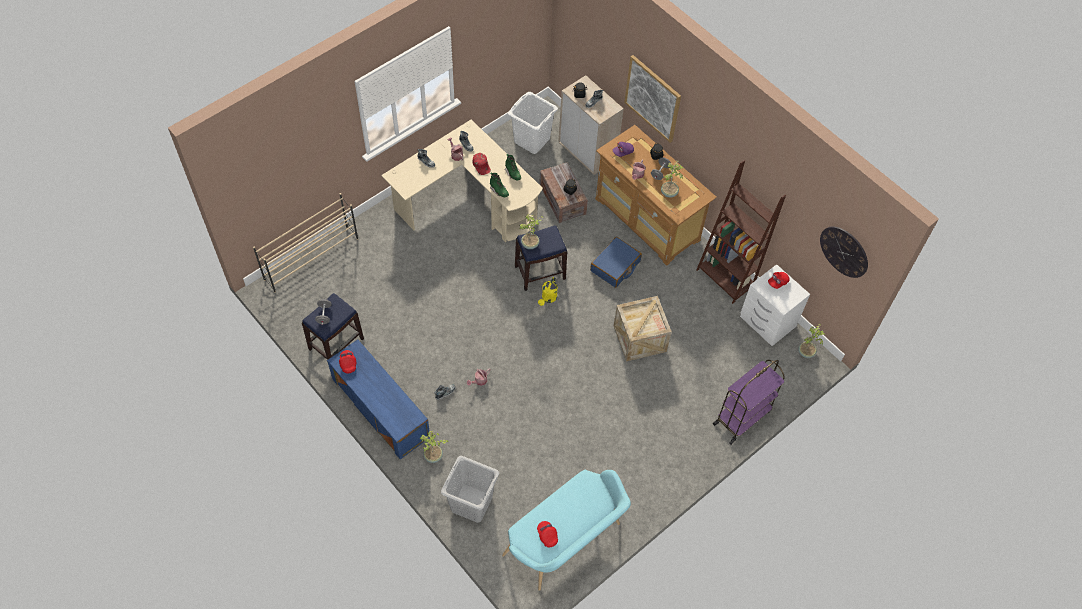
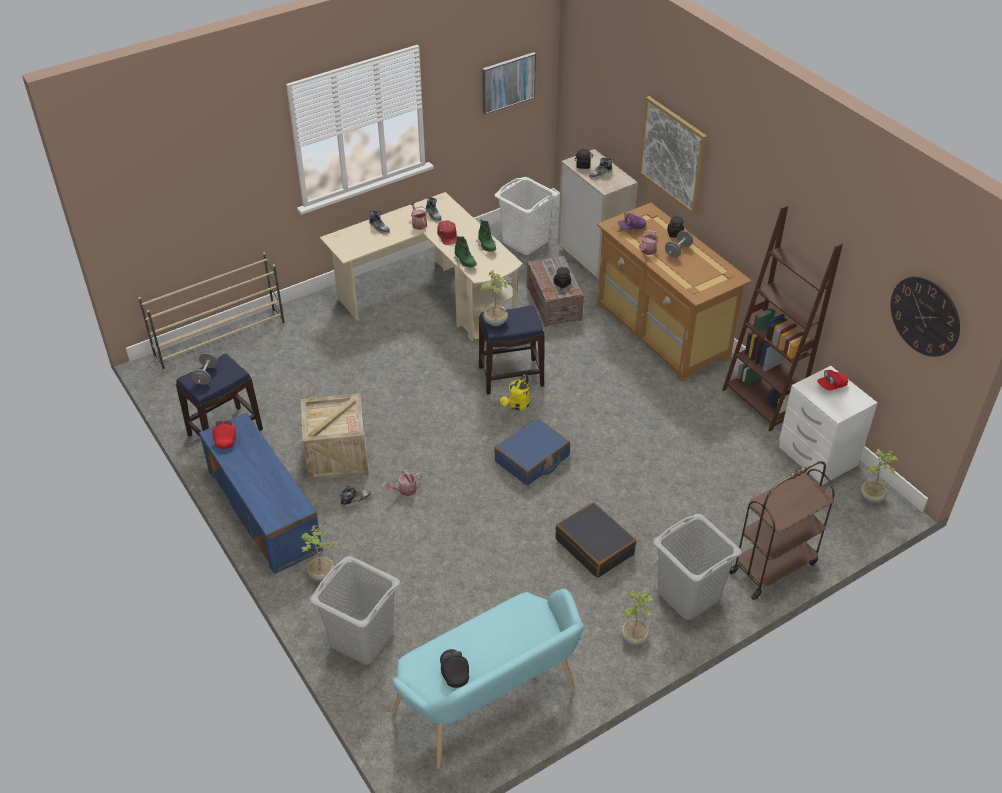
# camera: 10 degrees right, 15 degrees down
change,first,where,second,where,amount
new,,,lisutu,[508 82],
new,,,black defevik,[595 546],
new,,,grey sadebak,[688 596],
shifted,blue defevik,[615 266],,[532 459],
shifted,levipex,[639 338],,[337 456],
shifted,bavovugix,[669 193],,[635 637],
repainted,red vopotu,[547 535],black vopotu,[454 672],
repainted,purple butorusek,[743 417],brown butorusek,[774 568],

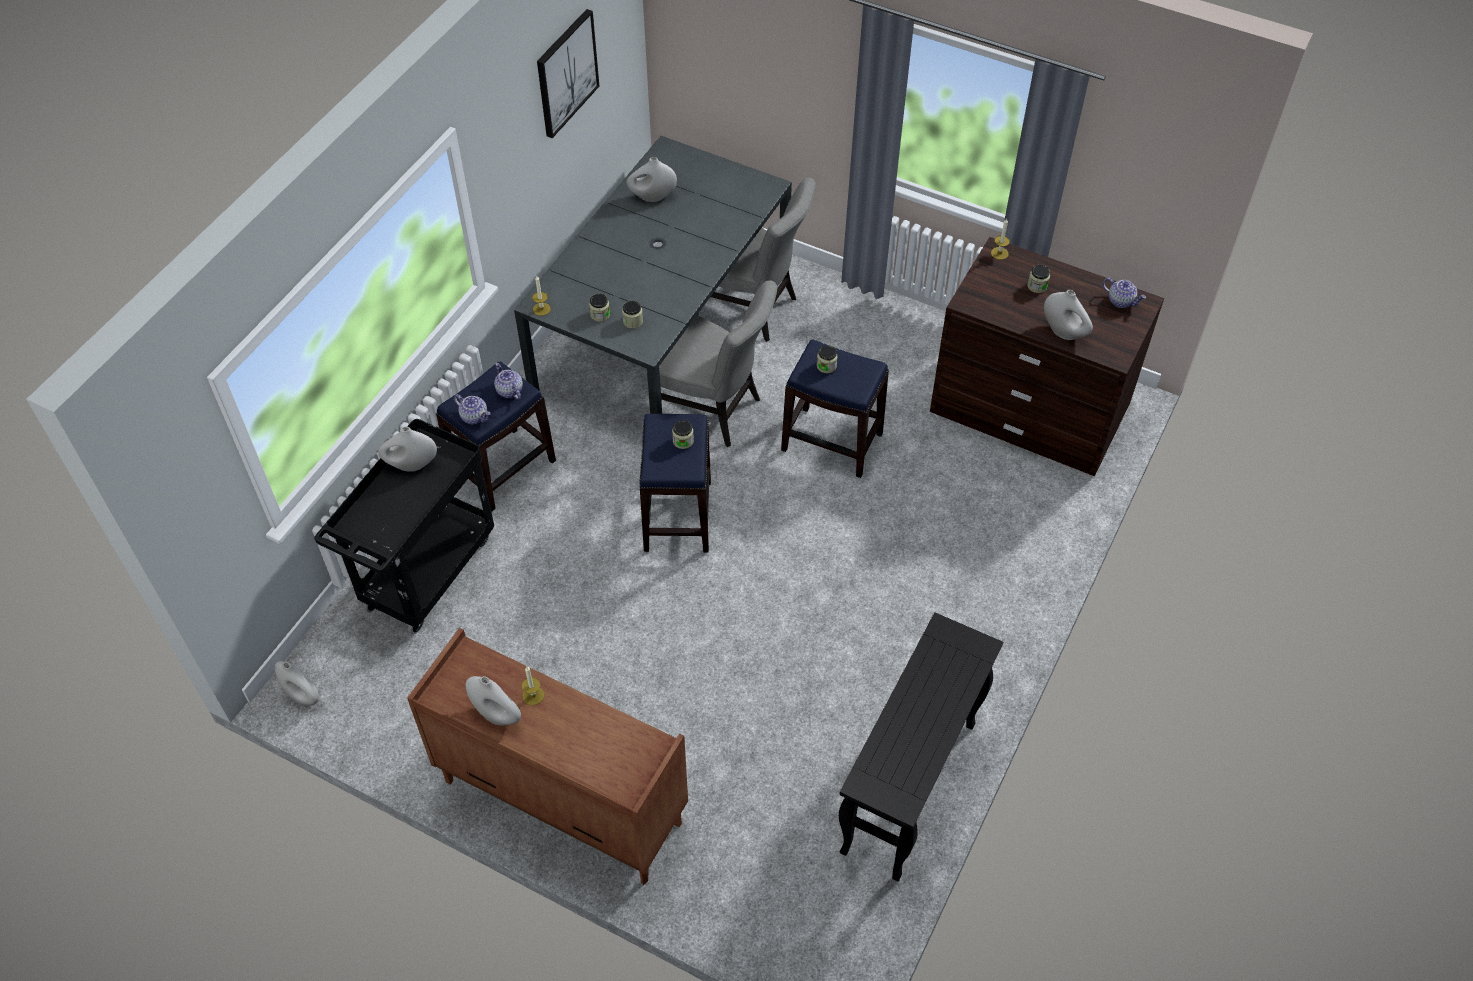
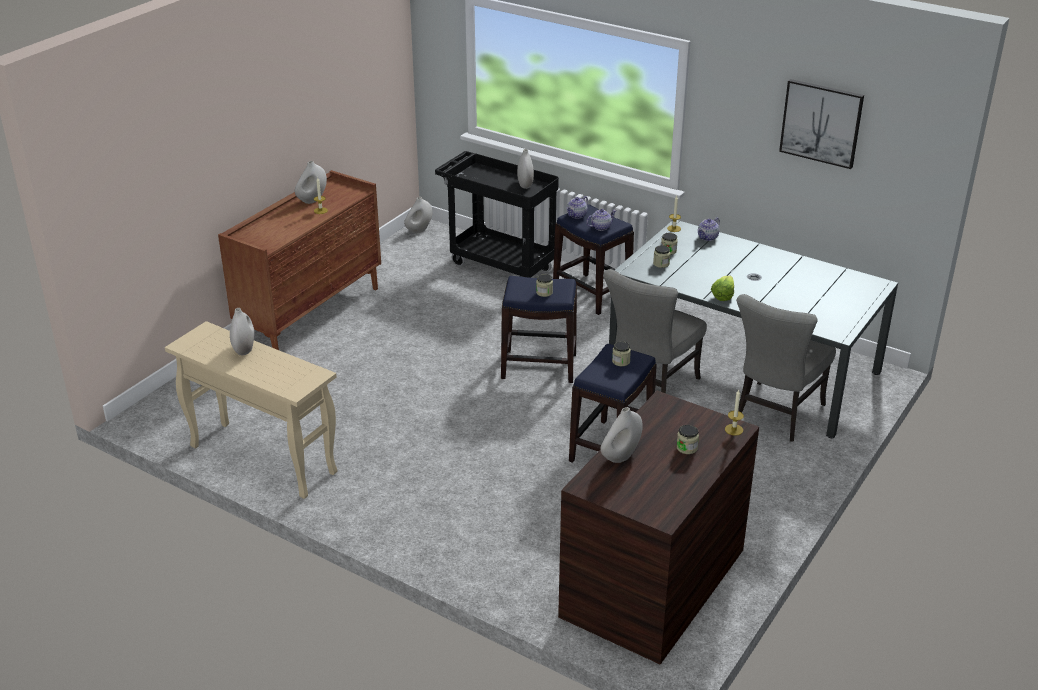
# camera: 95 degrees right, 20 degrees down
change,first,where,second,where,amount
new,,,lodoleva,[723 295],
shifted,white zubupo,[652 197],,[244 349],
shifted,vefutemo,[1121 301],,[708 237],
repainted,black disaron,[908 789],beige disaron,[261 459],

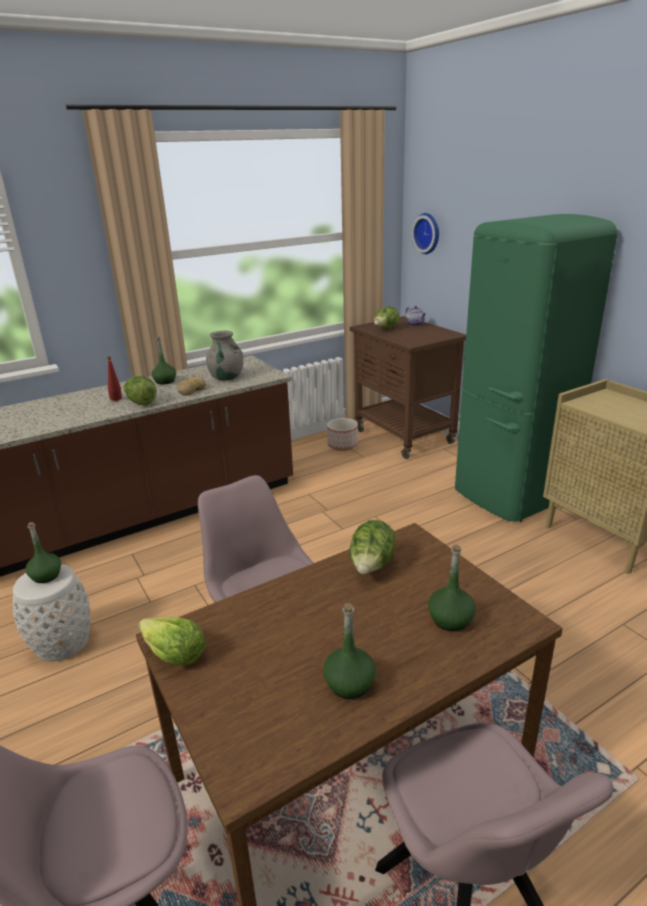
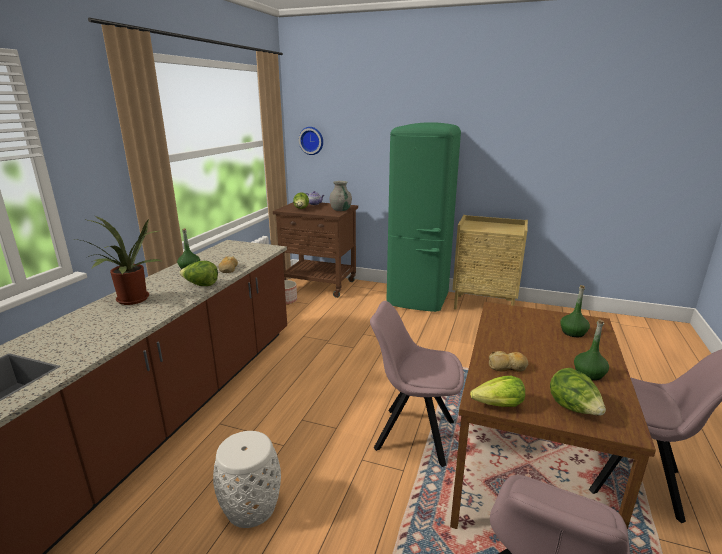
# camera: 40 degrees left, 5 degrees down
change,first,where,second,where,amount
gone,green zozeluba,[46 575],,,
gone,red zozeluba,[117 401],,,
new,,,bavovugix,[131 301],
new,,,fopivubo,[508 367],
shifted,grey zubupo,[226 378],,[341 210],
shifted,lodoleva,[371 567],,[573 409],

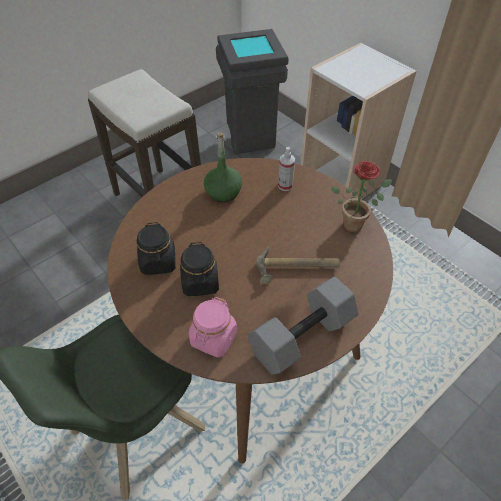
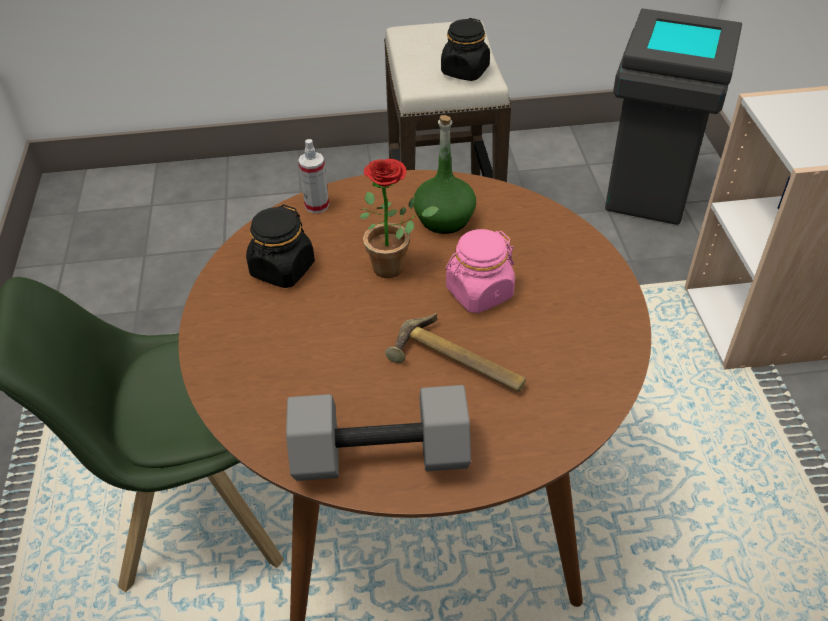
# camera: 35 degrees right, 5 degrees down
change,first,where,second,where,amount
shifted,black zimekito,[200 282],,[465 71],
shifted,pink zimekito,[213 338],,[479 293],
shifted,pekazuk,[285 185],,[317 205],
shifted,bavovugix,[355 223],,[395 267],

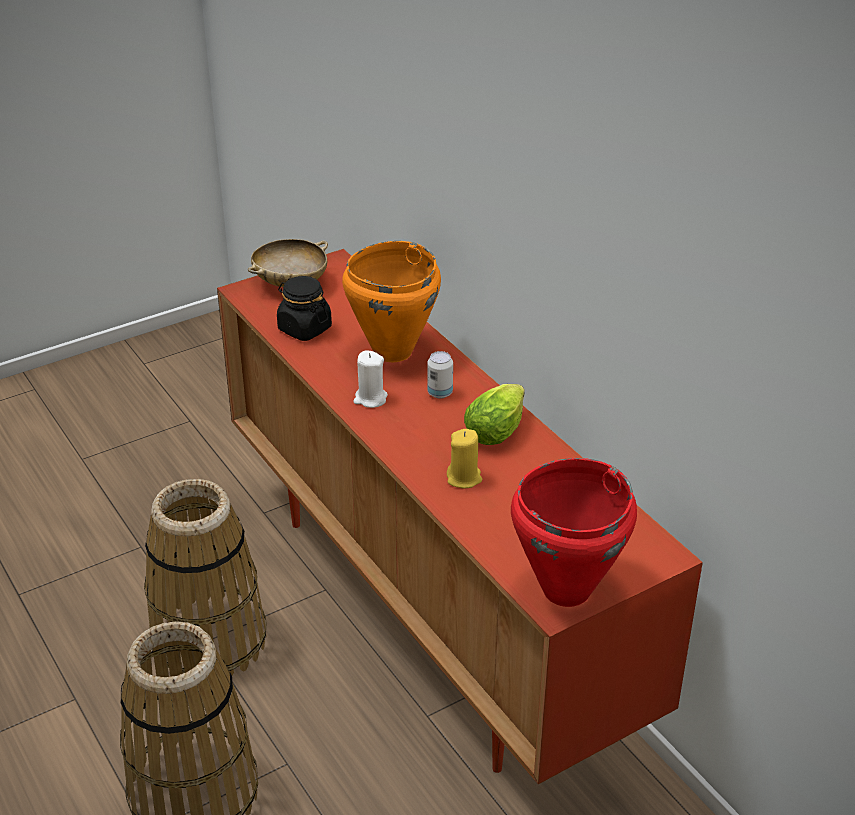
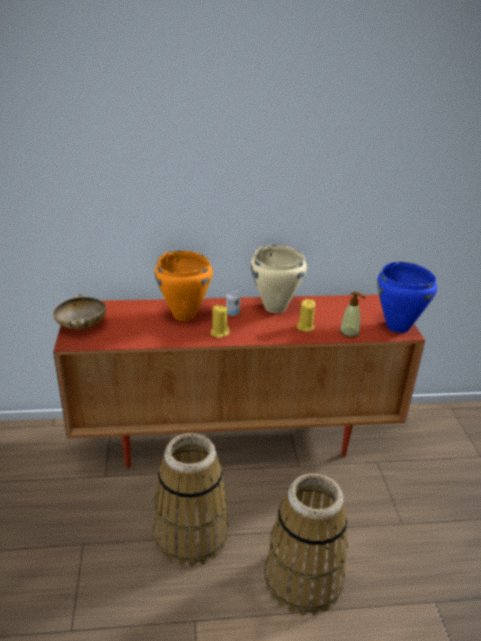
# camera: 65 degrees left, 5 degrees down
change,first,where,second,where,amount
gone,black zimekito,[304 328],,,
new,,,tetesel,[349 333],
swapped,lodoleva,[498 429],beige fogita,[275 308],
repainted,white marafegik,[370 399],yellow marafegik,[219 333],
repainted,red fogita,[565 589],blue fogita,[397 327],

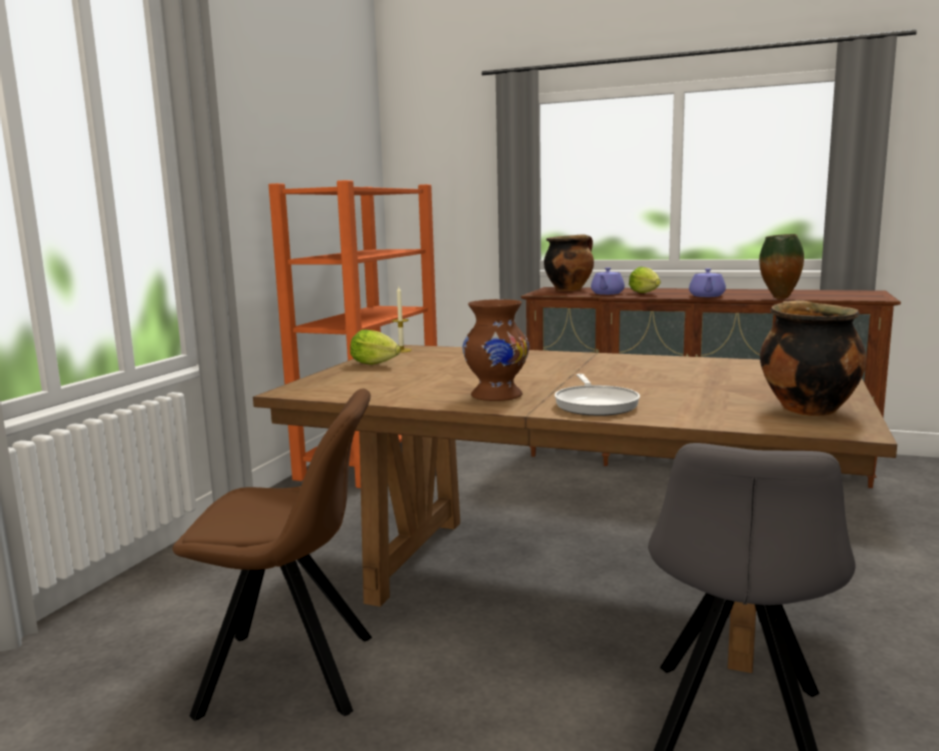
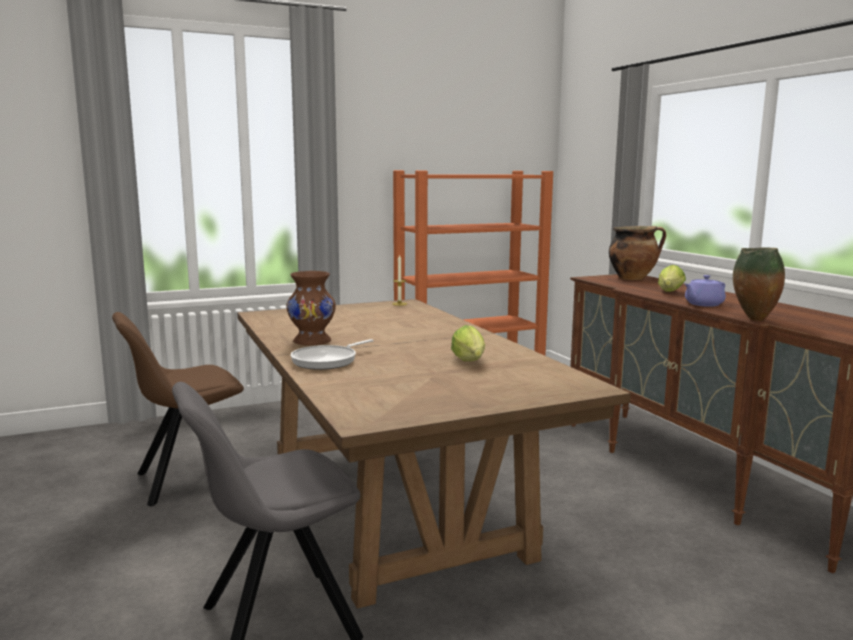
# camera: 45 degrees right, 0 degrees up
change,first,where,second,where,amount
gone,purple vefutemo,[607 293],,,
gone,fogita,[805 409],,,
shifted,lodoleva,[377 364],,[470 362],
rotated,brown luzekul,[290 674],,[189 480],105 degrees clockwise

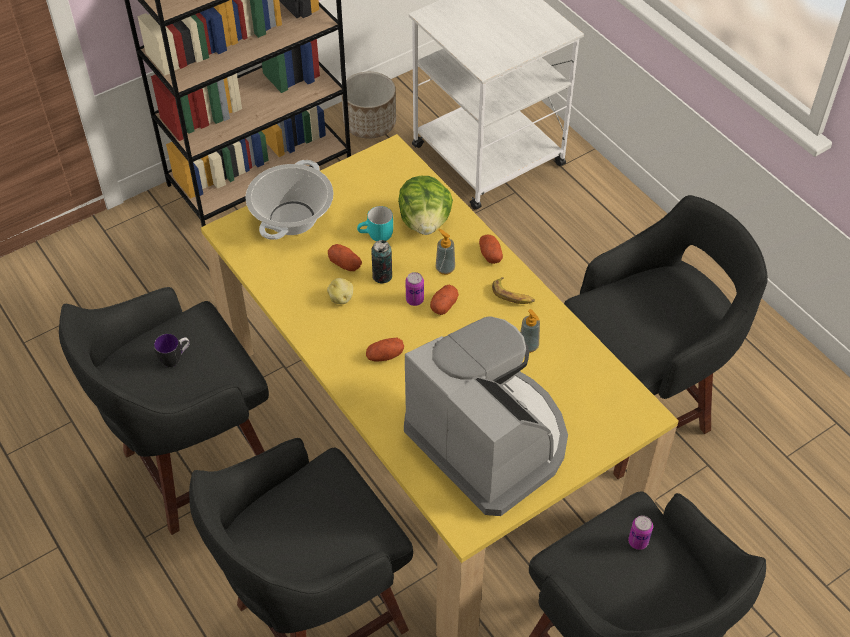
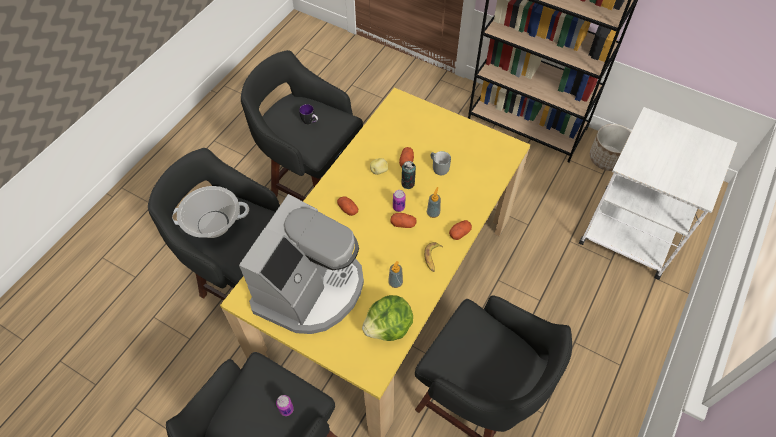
# camera: 65 degrees right, 5 degrees up
change,first,where,second,where,amount
shifted,fogita,[291 218],,[213 223],
shifted,lodoleva,[425 222],,[389 327],
repainted,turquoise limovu,[377 236],grey limovu,[438 168],

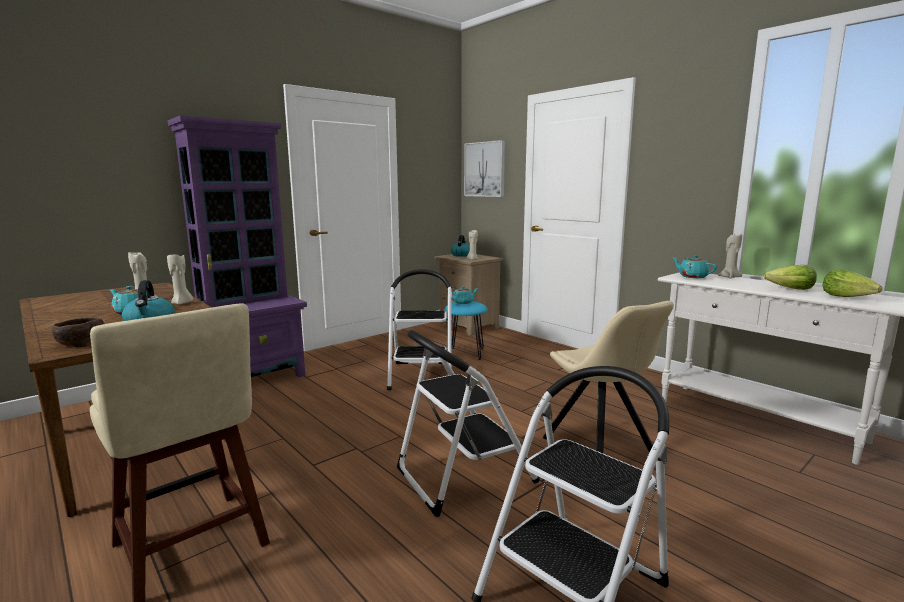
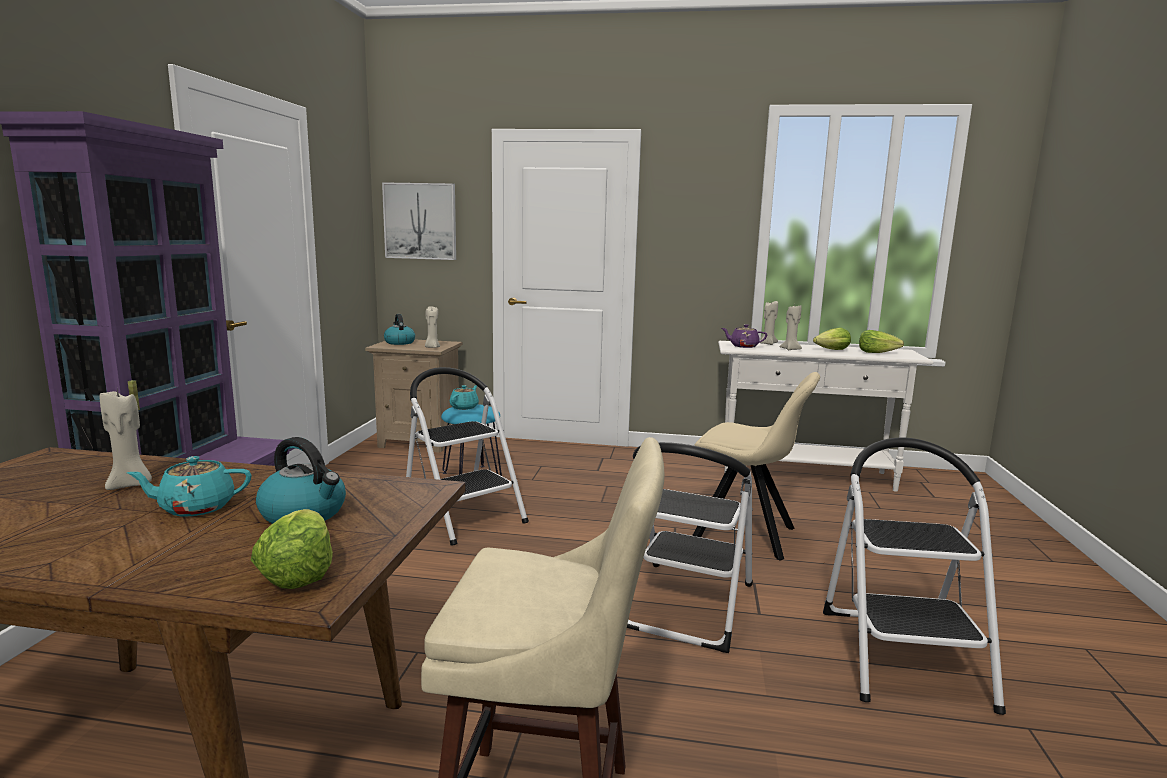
# camera: 40 degrees left, 0 degrees up
change,first,where,second,where,amount
shifted,beige marafegik,[182 303],,[790 349],
swapped,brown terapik,[80 343],lodoleva,[298 572],
repainted,turquoise vefutemo,[692 276],purple vefutemo,[743 346],

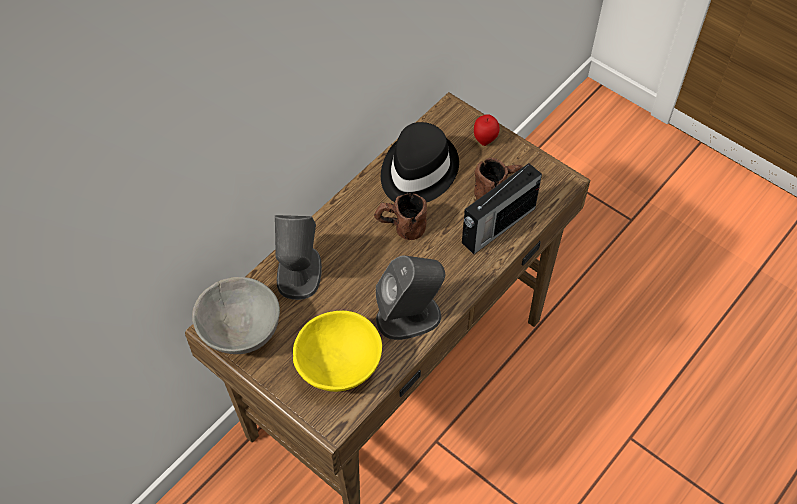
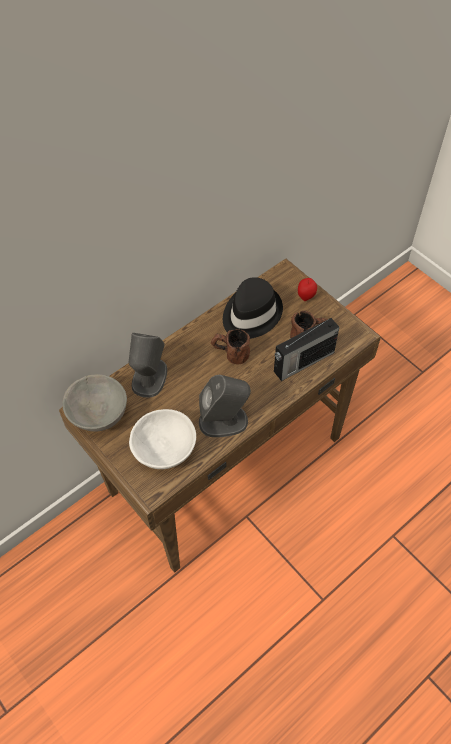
# camera: 10 degrees right, 0 degrees up
change,first,where,second,where,amount
repainted,yellow terapik,[340 368],white terapik,[165 452],

